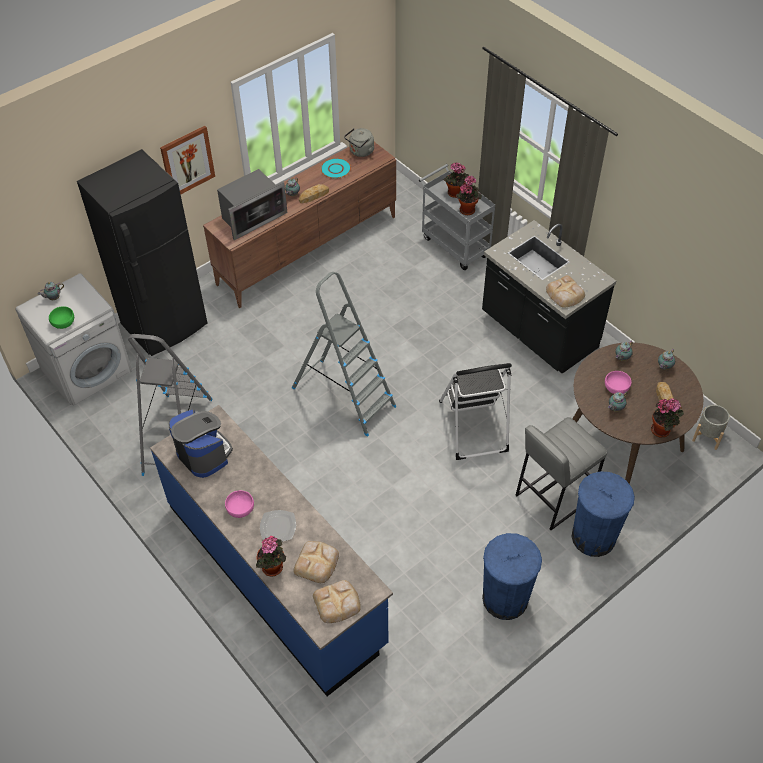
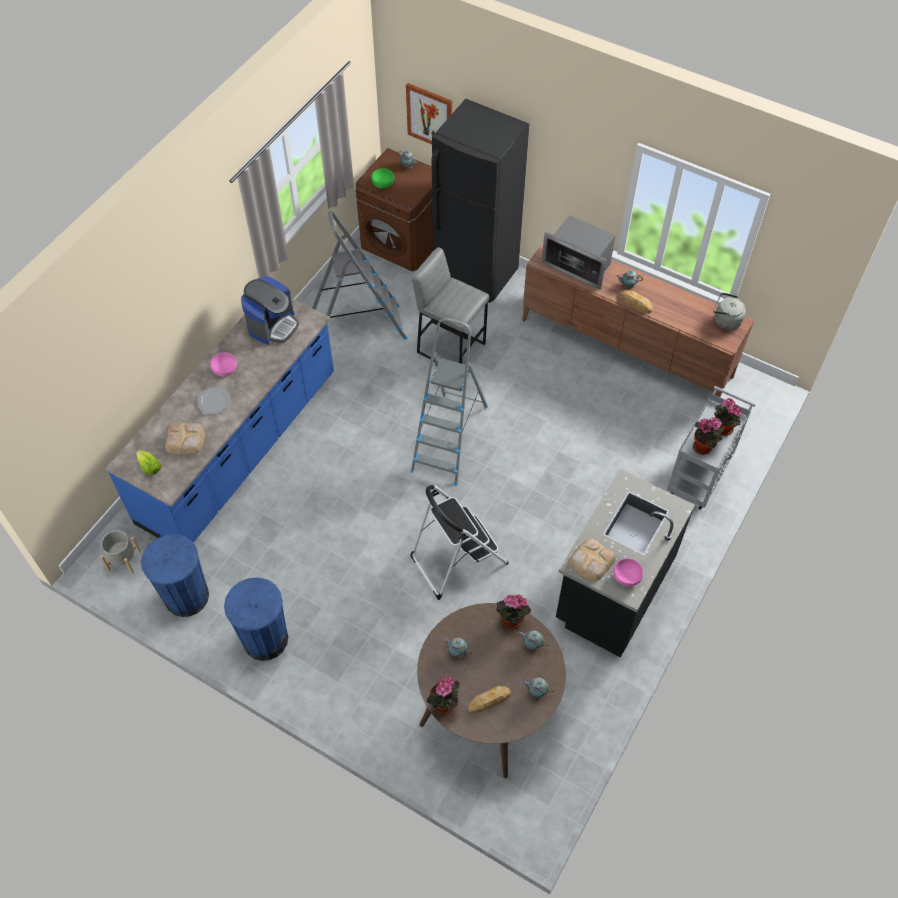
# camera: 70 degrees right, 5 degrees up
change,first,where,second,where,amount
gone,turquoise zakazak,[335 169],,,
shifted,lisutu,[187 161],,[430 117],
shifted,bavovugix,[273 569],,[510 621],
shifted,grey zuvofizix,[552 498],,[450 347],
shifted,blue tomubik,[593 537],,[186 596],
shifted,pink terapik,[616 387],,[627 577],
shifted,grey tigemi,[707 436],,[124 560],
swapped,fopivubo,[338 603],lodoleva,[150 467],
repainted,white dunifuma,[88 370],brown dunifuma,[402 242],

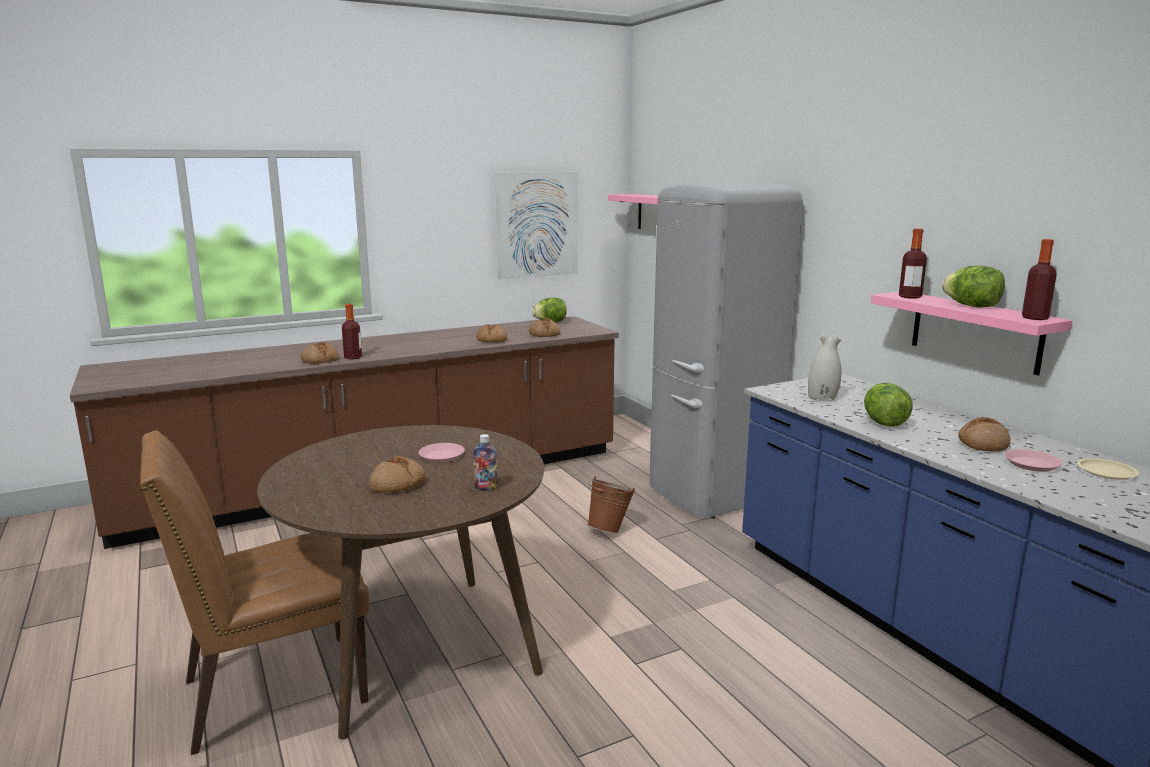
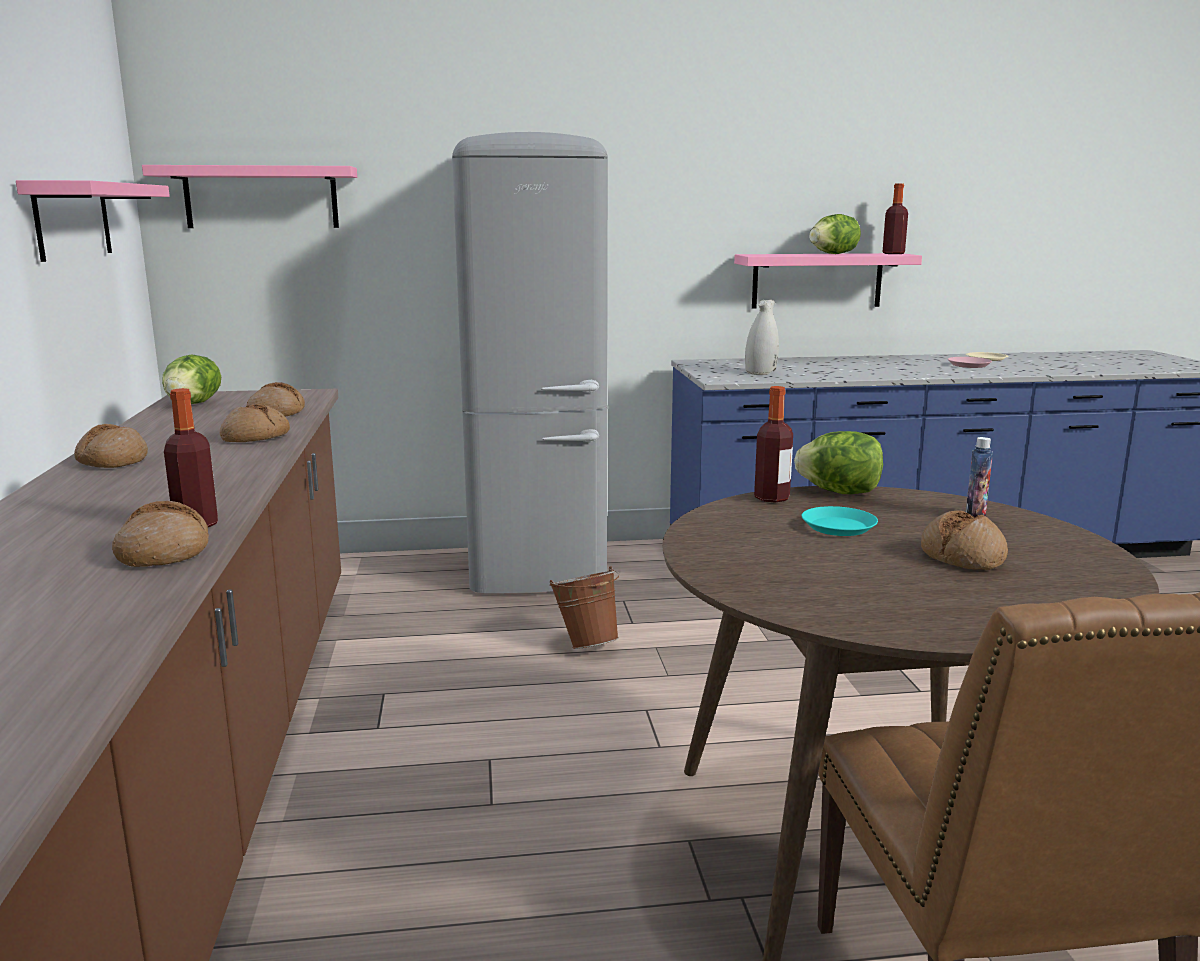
# camera: 70 degrees left, 0 degrees up
change,first,where,second,where,amount
shifted,lodoleva,[884 423],,[839 492],
shifted,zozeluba,[910 297],,[771 498],
shifted,fopivubo,[982 444],,[112 461],
swapped,lisutu,[537 224],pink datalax,[73 220],
repainted,pink zakazak,[441 456],turquoise zakazak,[838 527],

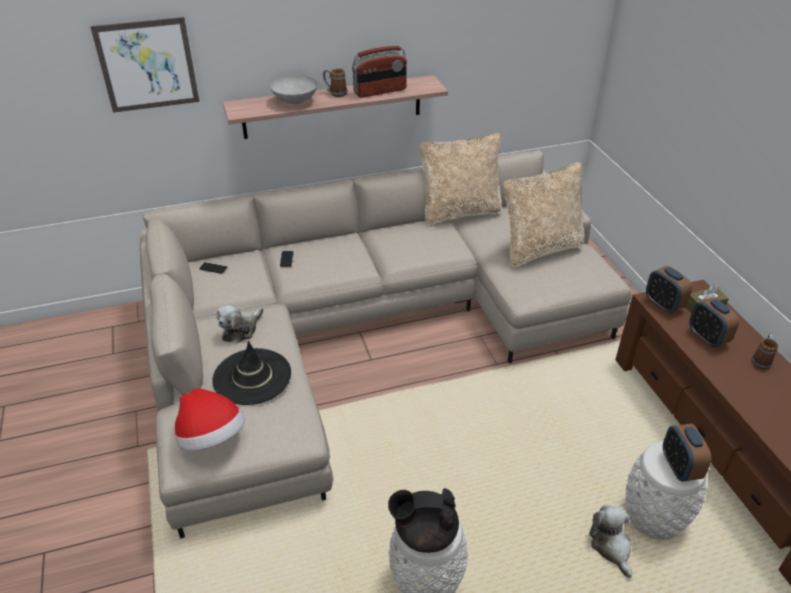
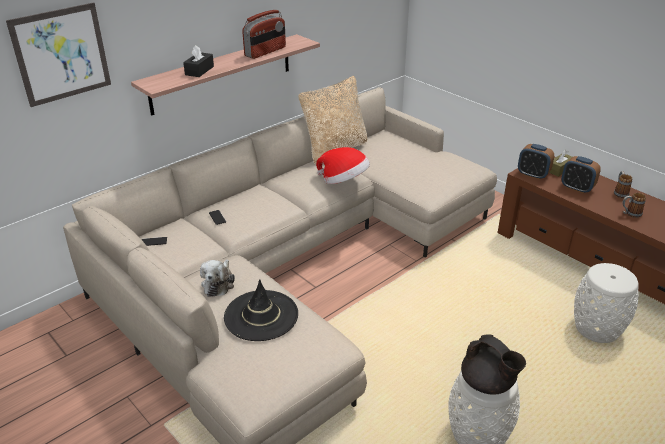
# camera: 25 degrees left, 5 degrees down
change,first,where,second,where,amount
gone,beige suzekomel,[541 250],,,
gone,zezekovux,[611 546],,,
gone,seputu,[679 467],,,
shifted,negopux,[212 438],,[344 181],
shifted,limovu,[335 93],,[630 214],
swapped,grey terapik,[295 102],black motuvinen,[199 70],
rotated,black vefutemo,[424 533],,[487 383],105 degrees counterclockwise

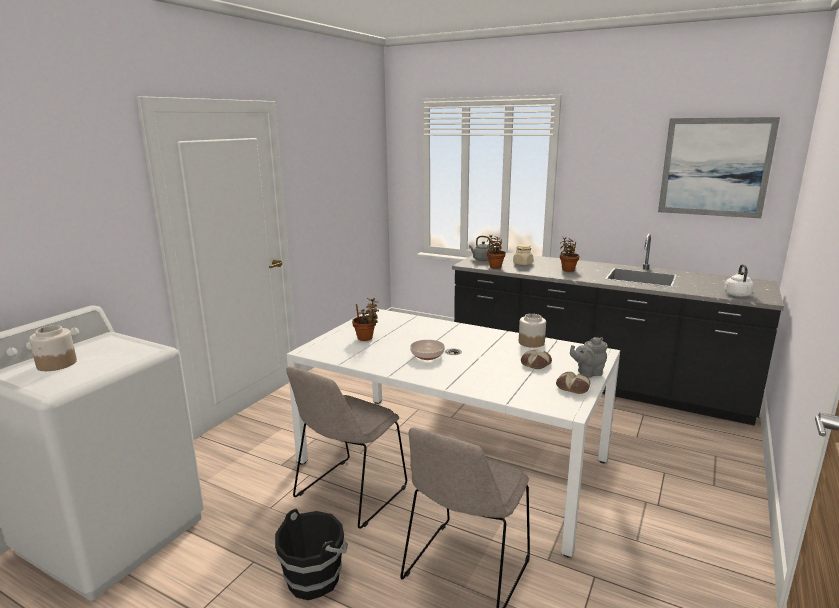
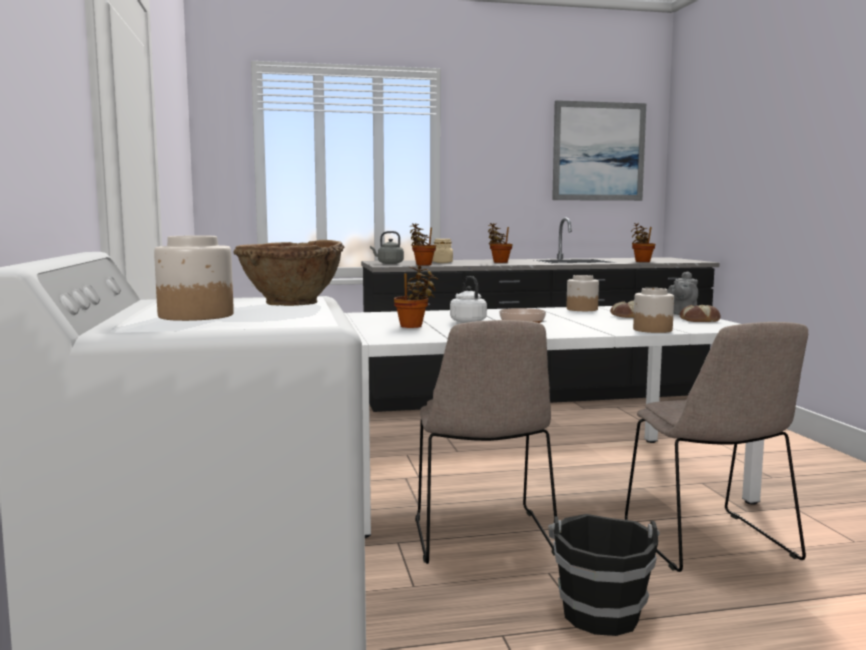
# camera: 40 degrees left, 10 degrees down
change,first,where,second,where,amount
new,,,brown terapik,[291 303],
new,,,bavovugix,[642 261],
new,,,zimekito,[652 330],
shifted,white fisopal,[737 294],,[467 321],

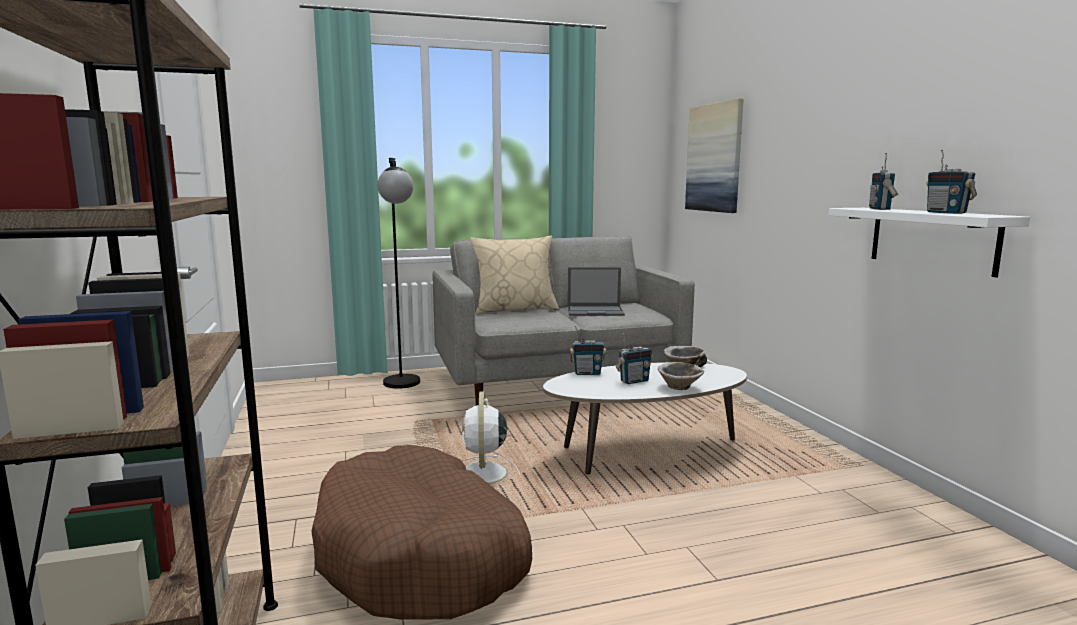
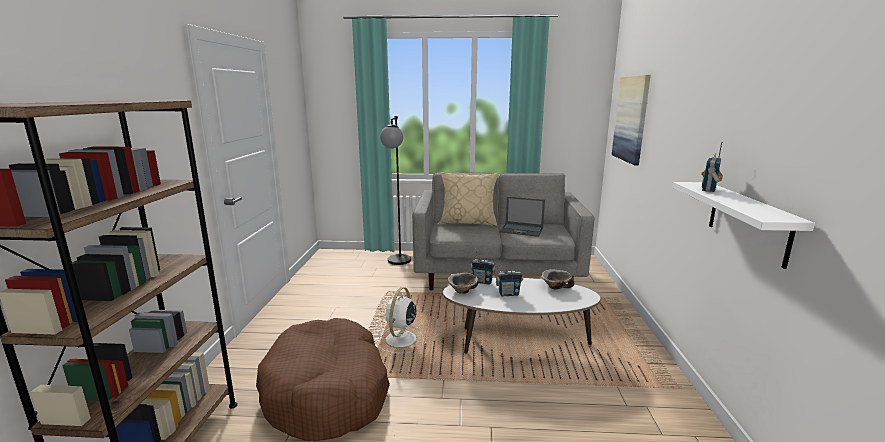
# camera: 20 degrees right, 5 degrees up
change,first,where,second,where,amount
gone,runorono,[946 213],,,
shifted,terapik,[680 387],,[463 291],

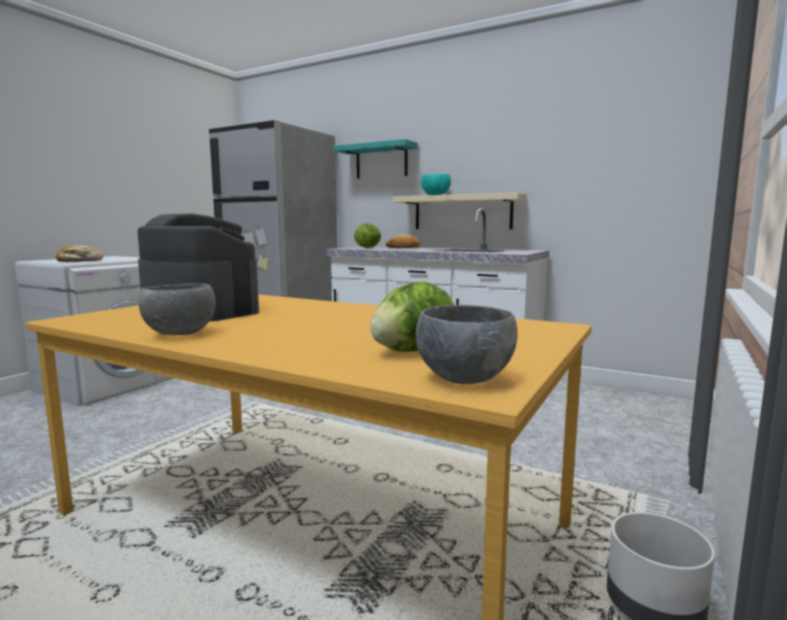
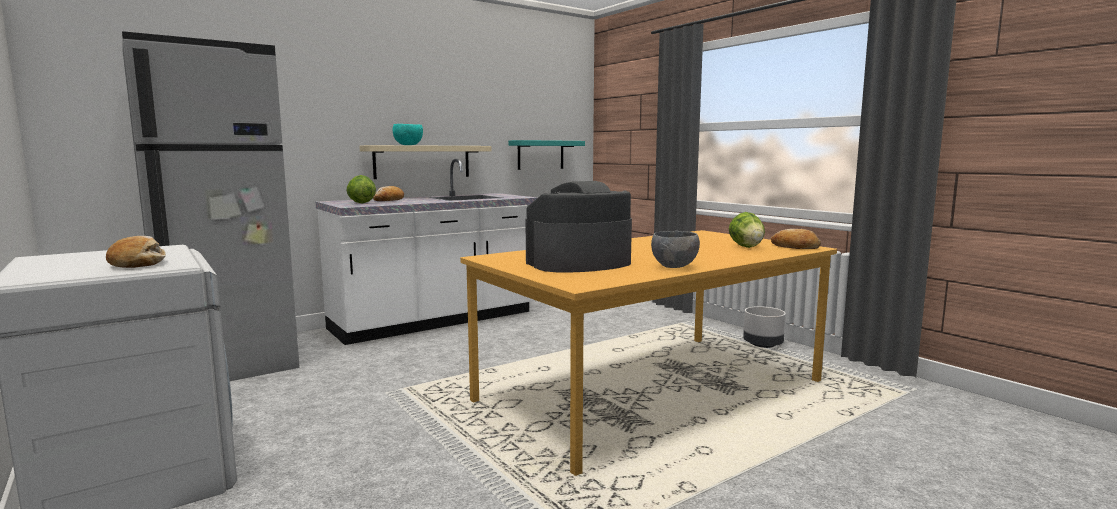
# camera: 65 degrees left, 0 degrees up
change,first,where,second,where,amount
shifted,turquoise datalax,[381 161],,[540 155],
swapped,grey terapik,[463 378],fopivubo,[795 247],

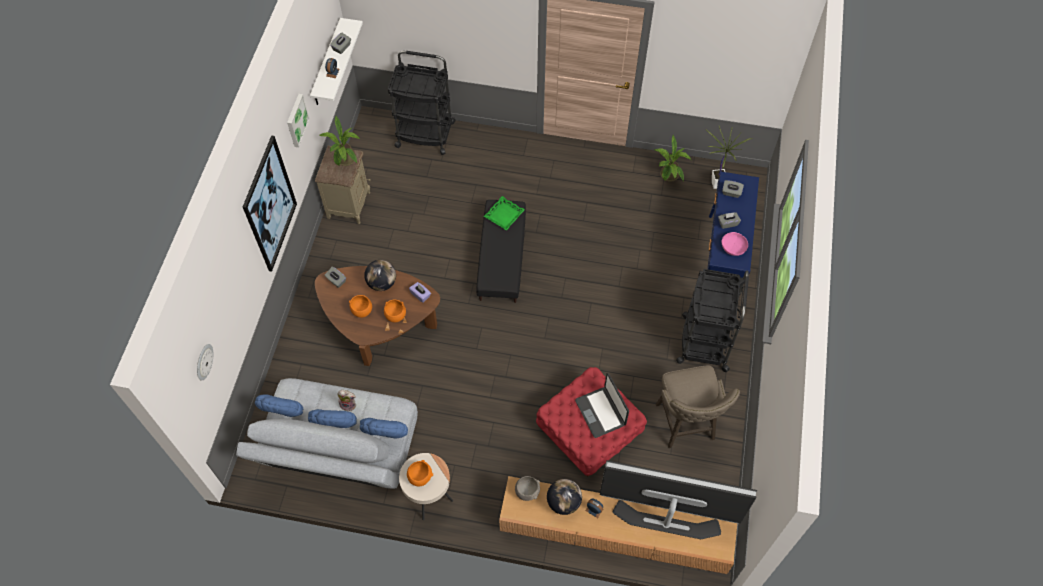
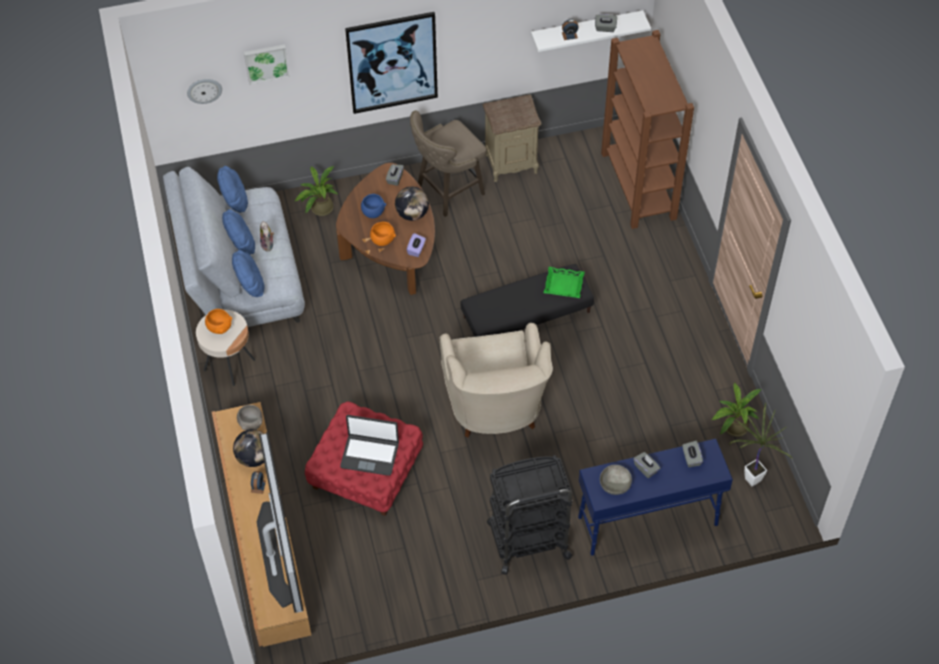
# camera: 65 degrees right, 5 degrees down
change,first,where,second,where,amount
new,,,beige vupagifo,[495 408],
shifted,lisutu,[296 120],,[266 62],
shifted,bavovugix,[345 161],,[319 209],
shifted,beige zuvofizix,[686 424],,[447 192],
swapped,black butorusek,[424 135],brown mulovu,[638 185],
repainted,orange terapik,[361 310],blue terapik,[373 212],
repainted,pink terapik,[733 248],grey terapik,[614 485],
rotated,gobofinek,[601 412],,[370 455],120 degrees counterclockwise

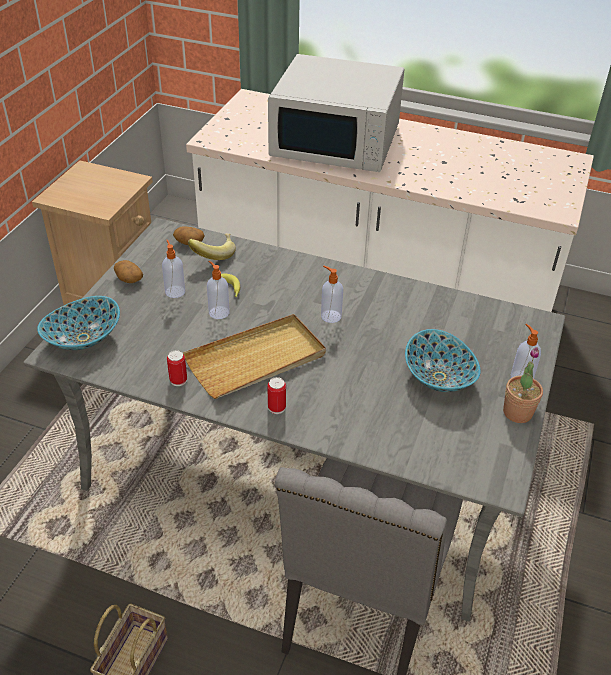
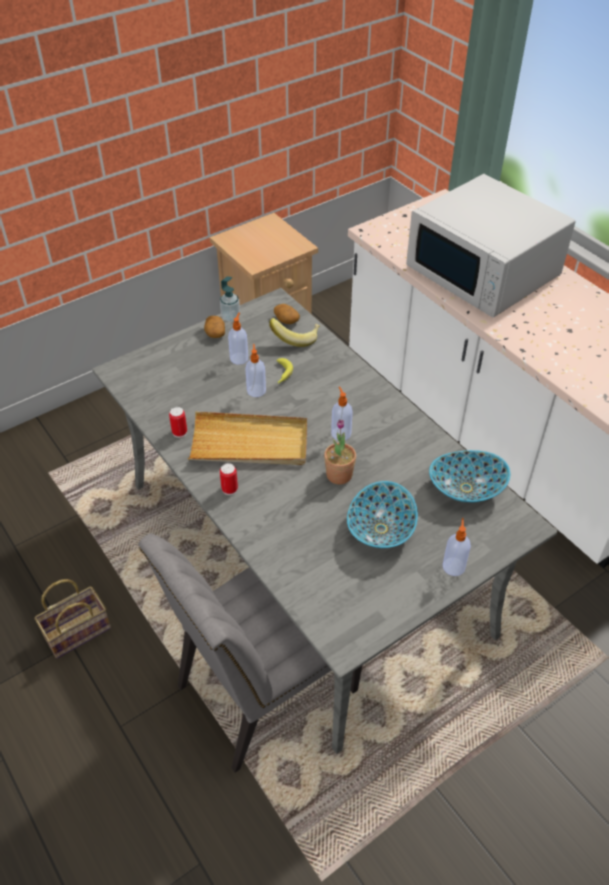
# camera: 35 degrees right, 5 degrees up
change,first,where,second,where,amount
new,,,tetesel,[230 317],
shifted,terapik,[82 338],,[465 488],
shifted,bavovugix,[517 412],,[339 475],

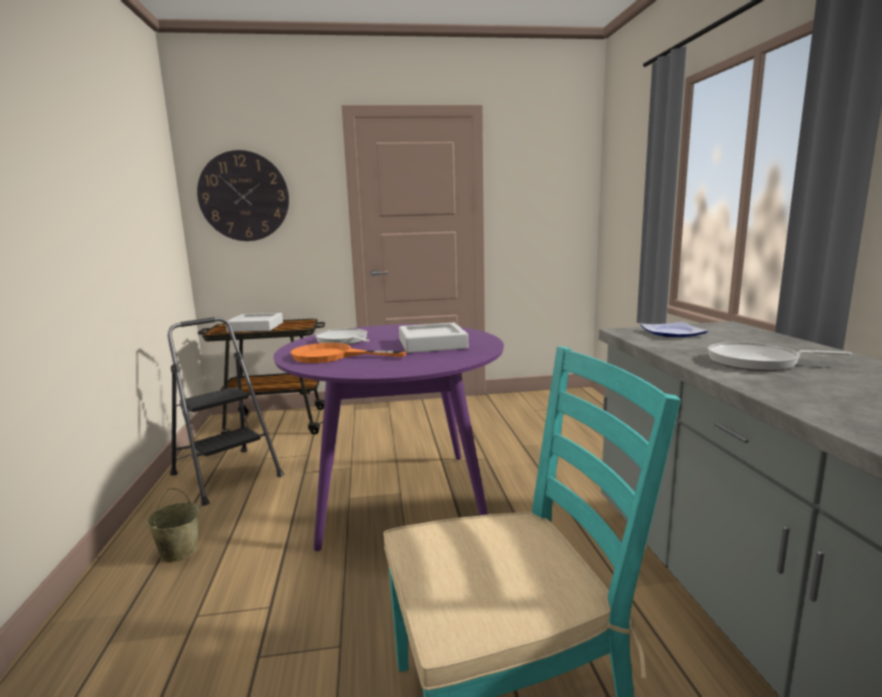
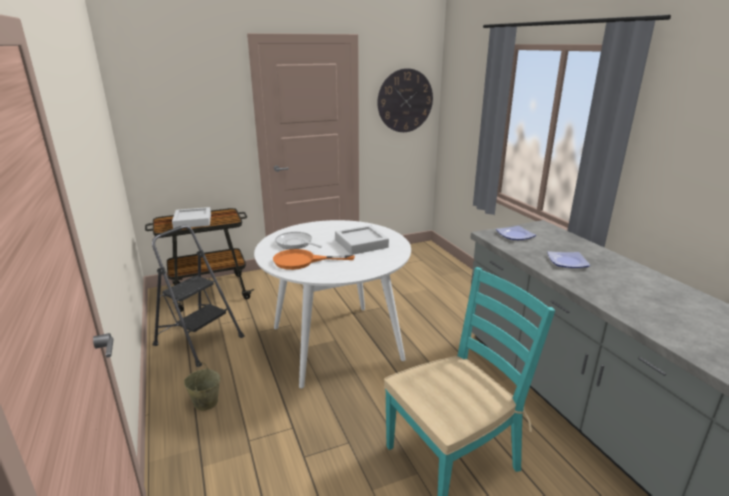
# camera: 15 degrees left, 10 degrees up
change,first,where,second,where,amount
shifted,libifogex,[244 196],,[405 101],
swapped,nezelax,[758 362],zakazak,[568 262],
repainted,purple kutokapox,[398 497],white kutokapox,[336 343],

